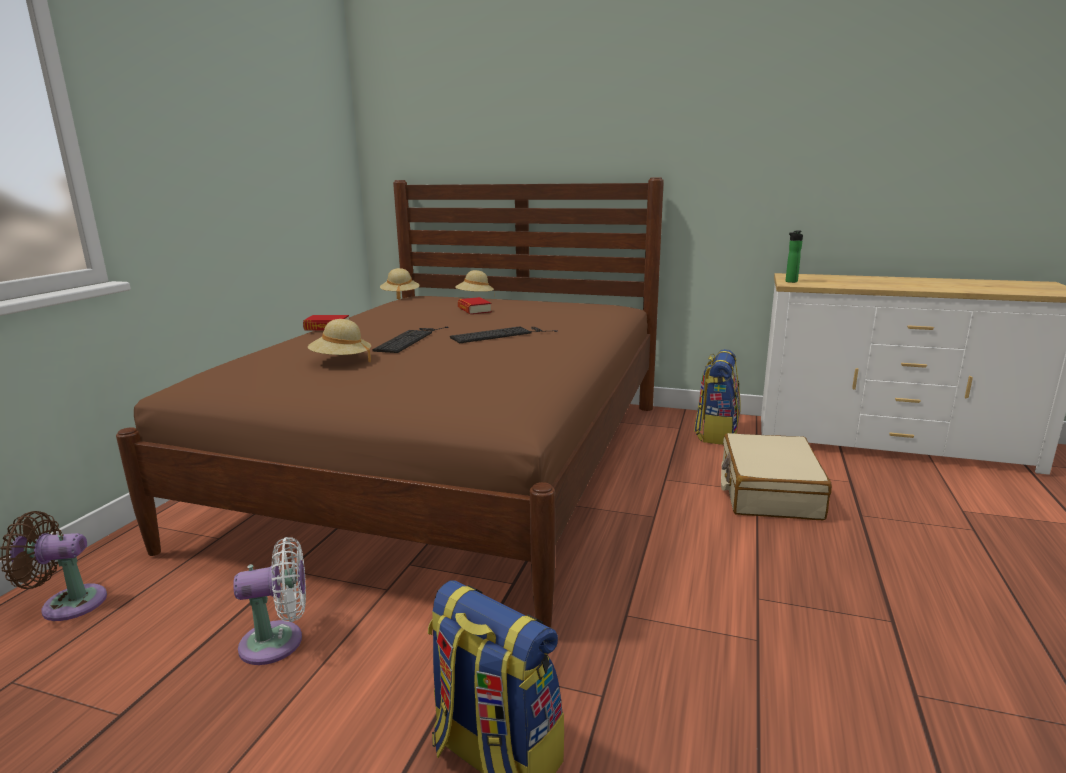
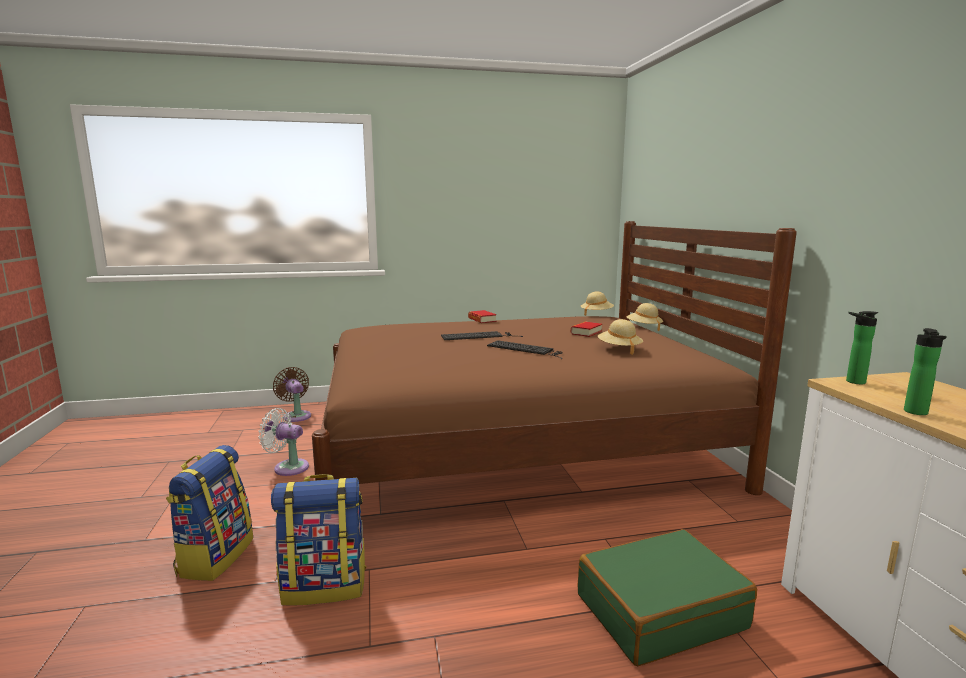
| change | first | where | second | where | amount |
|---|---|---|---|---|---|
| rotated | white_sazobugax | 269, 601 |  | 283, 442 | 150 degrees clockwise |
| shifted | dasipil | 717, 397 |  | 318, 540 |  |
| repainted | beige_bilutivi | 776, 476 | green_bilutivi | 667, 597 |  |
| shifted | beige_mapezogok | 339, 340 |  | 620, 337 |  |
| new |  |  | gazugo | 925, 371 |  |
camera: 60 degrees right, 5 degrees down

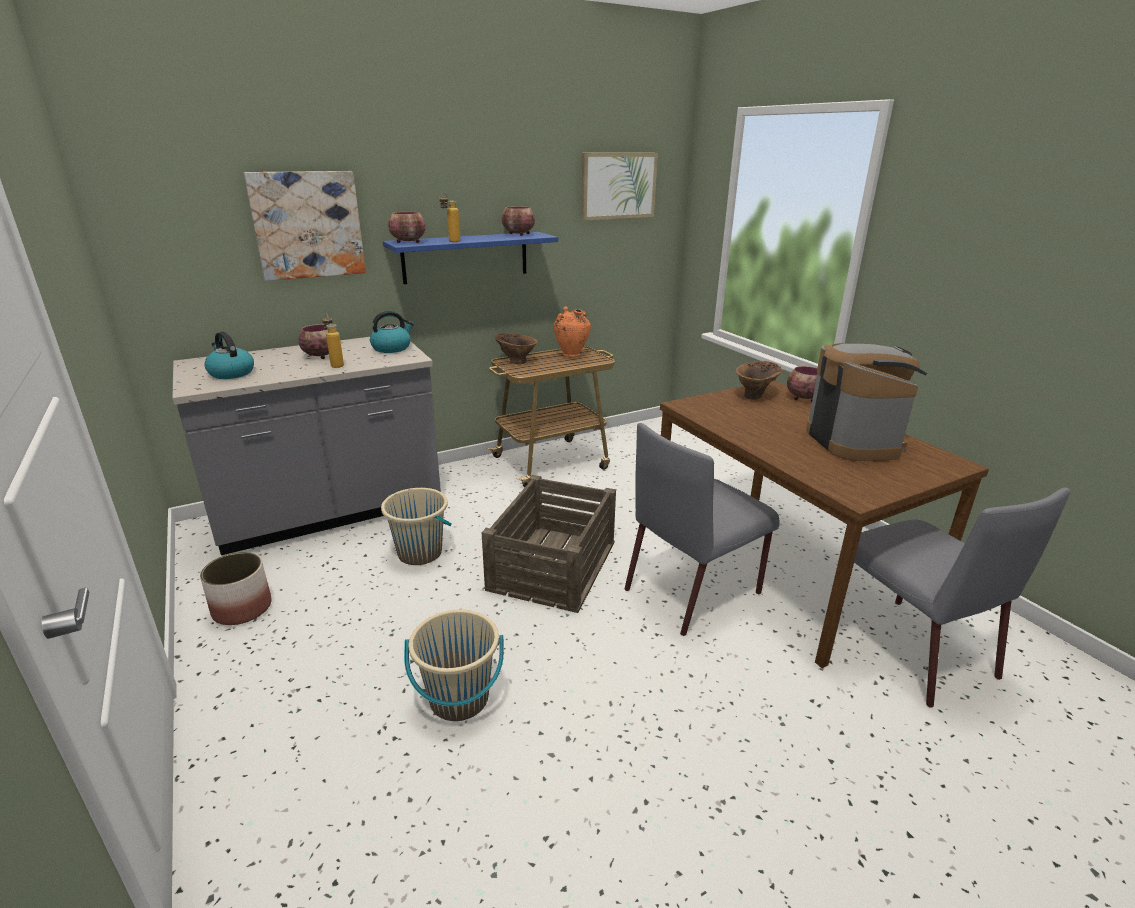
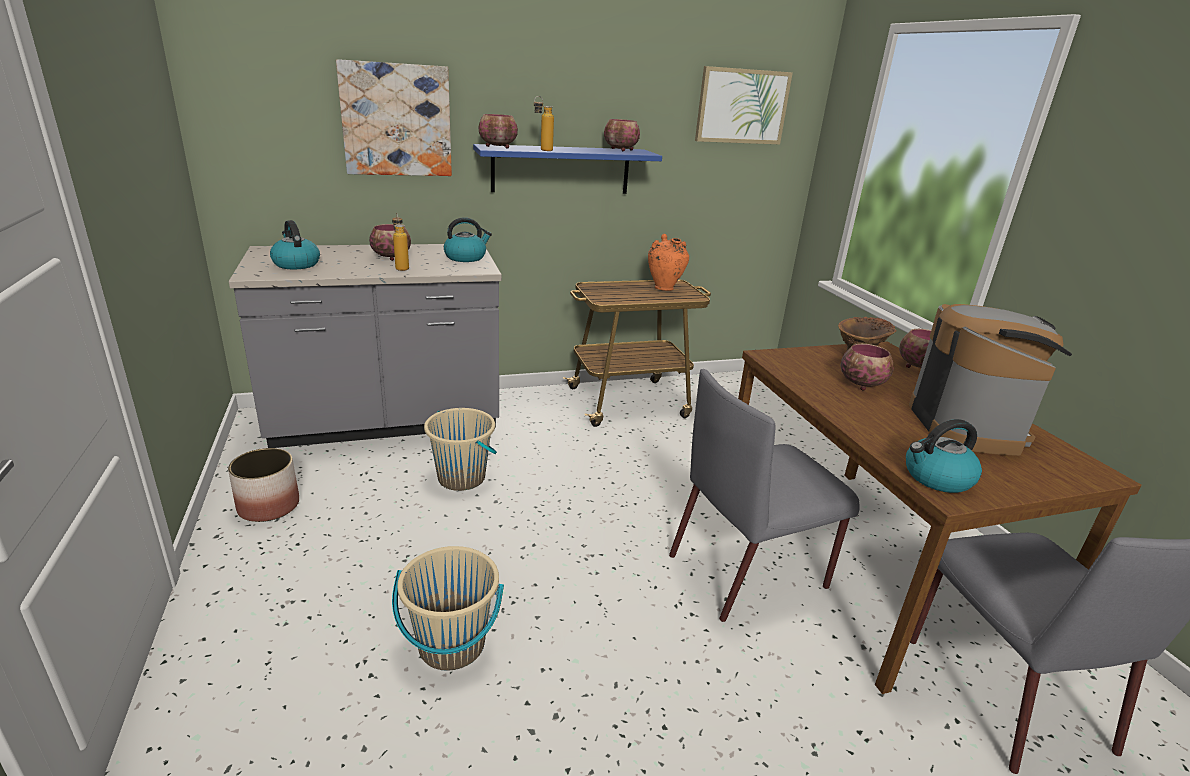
| change | first | where | second | where | amount |
|---|---|---|---|---|---|
| new |  |  | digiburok | 866, 367 |  |
| new |  |  | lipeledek | 944, 456 |  |
| gone | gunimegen | 549, 544 |  |  |  |
| gone | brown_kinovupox | 515, 348 |  |  |  |
camera: 10 degrees right, 0 degrees up

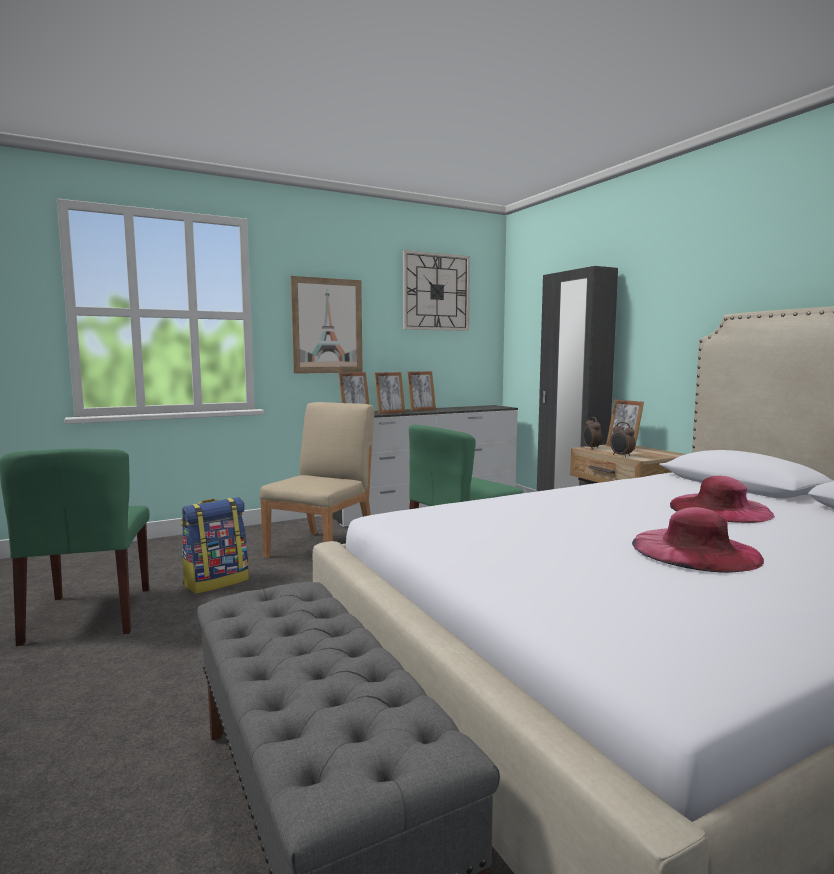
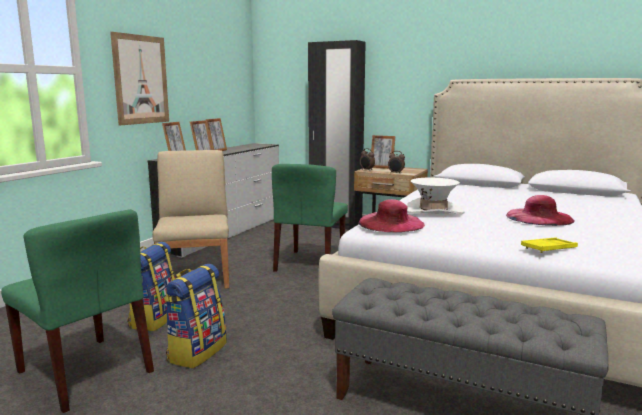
| change | first | where | second | where | amount |
|---|---|---|---|---|---|
| new |  |  | dasipil | 195, 316 |  |
| shifted | pink_mapezogok | 722, 499 |  | 392, 215 |  |
| new |  |  | white_mapezogok | 435, 196 |  |
| new |  |  | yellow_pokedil | 549, 245 |  |
| gone | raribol | 436, 290 |  |  |  |
camera: 35 degrees left, 5 degrees up

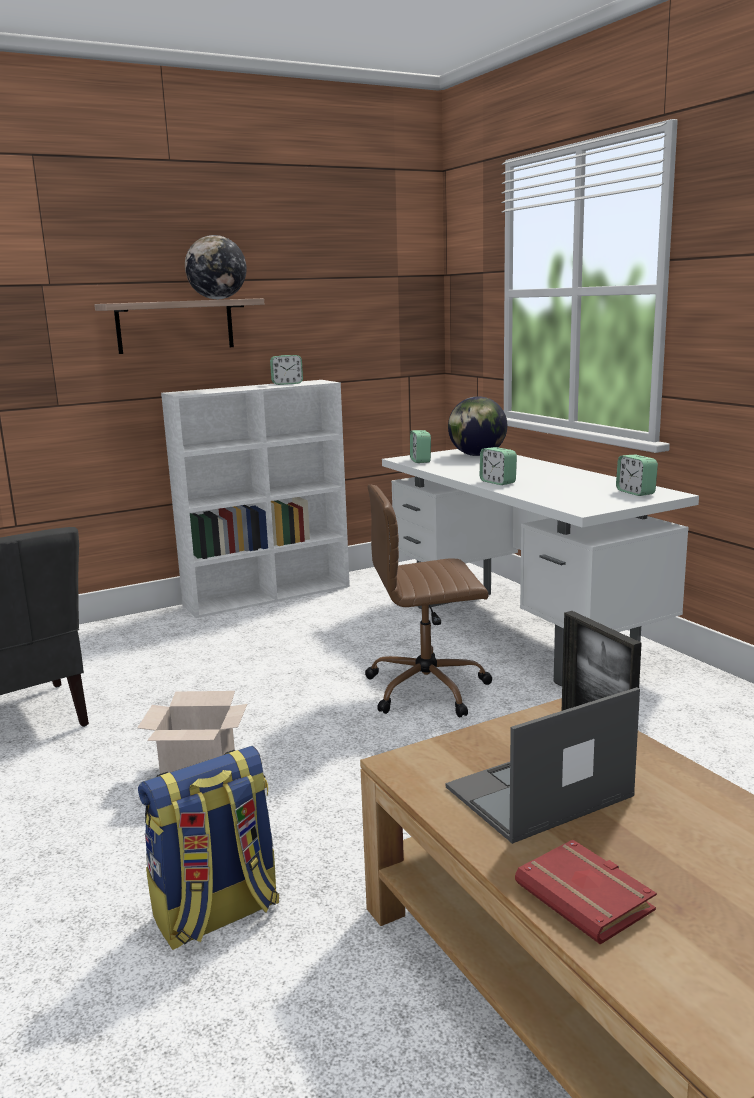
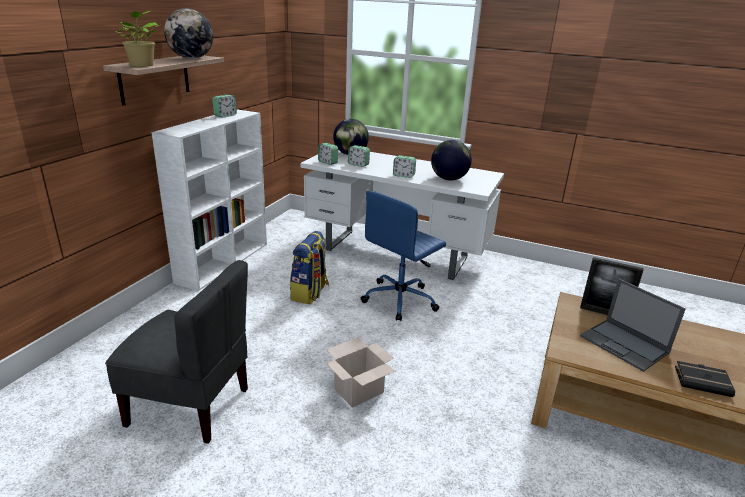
| change | first | where | second | where | amount |
|---|---|---|---|---|---|
| new |  |  | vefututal | 137, 38 |  |
| shifted | dasipil | 208, 848 |  | 309, 267 |  |
| shifted | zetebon | 637, 475 |  | 359, 156 |  |
| repainted | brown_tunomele | 428, 601 | blue_tunomele | 403, 256 |  |
| new |  |  | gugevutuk | 451, 160 |  |
| rotated | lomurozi | 543, 765 |  | 633, 325 | 60 degrees counterclockwise |
| repainted | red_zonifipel | 586, 892 | black_zonifipel | 705, 379 |  |
camera: 40 degrees left, 10 degrees up

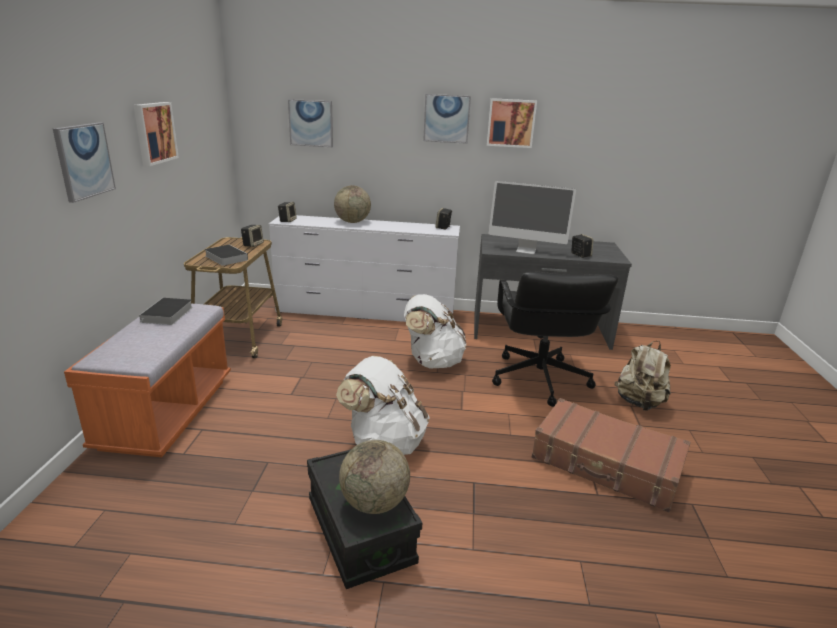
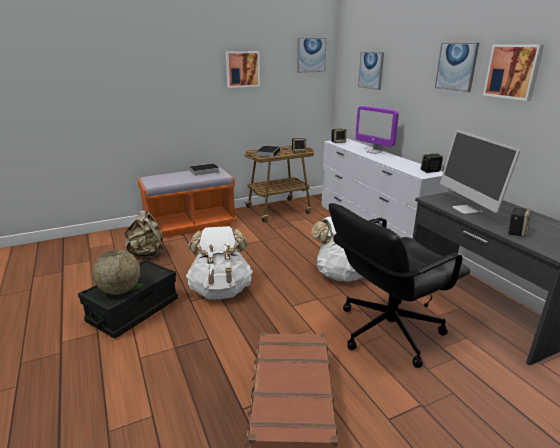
| change | first | where | second | where | amount |
|---|---|---|---|---|---|
| shifted | beige_dasipil | 643, 376 |  | 143, 233 |  |
| shifted | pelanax | 84, 162 |  | 312, 55 |  |
| swapped | gugevutuk | 352, 204 | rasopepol | 377, 130 |  |
camera: 60 degrees right, 0 degrees up

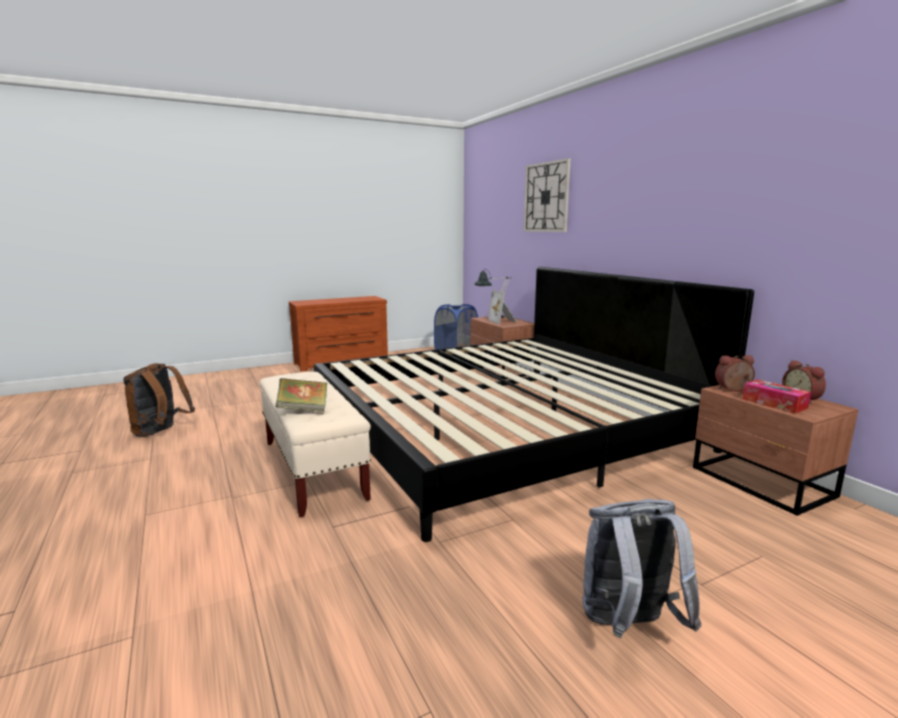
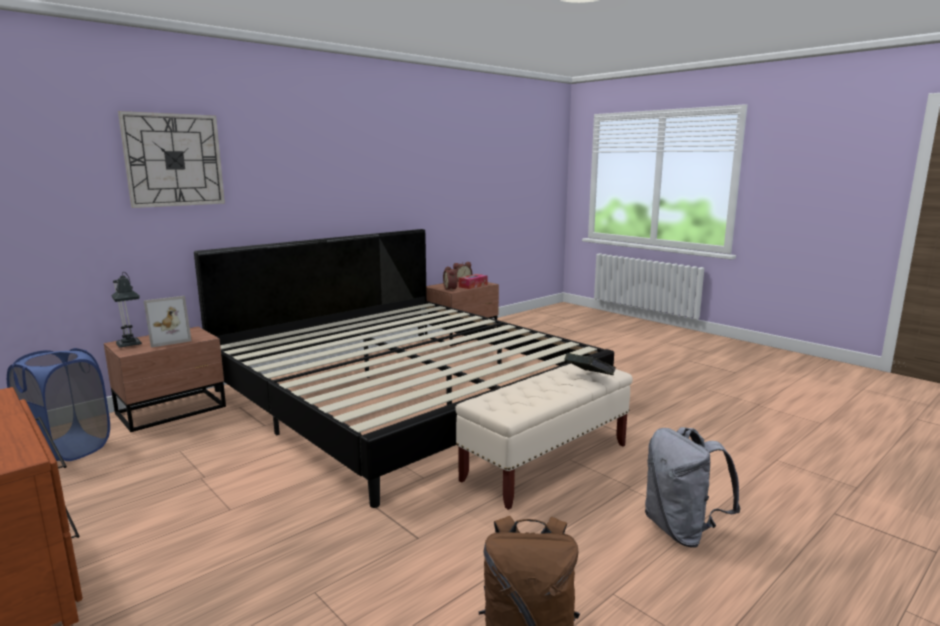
| change | first | where | second | where | amount |
|---|---|---|---|---|---|
| shifted | grey_dasipil | 642, 568 |  | 693, 487 |  |
camera: 105 degrees left, 0 degrees up

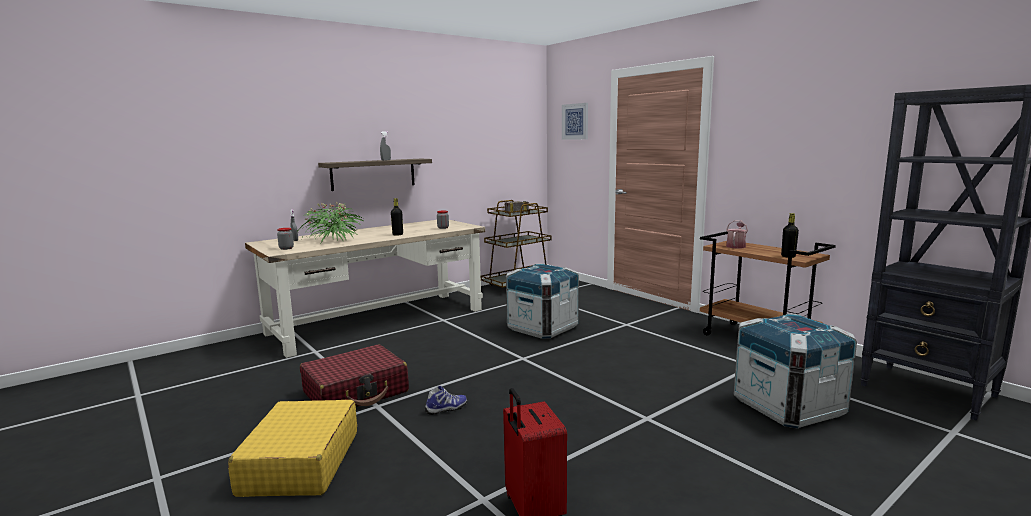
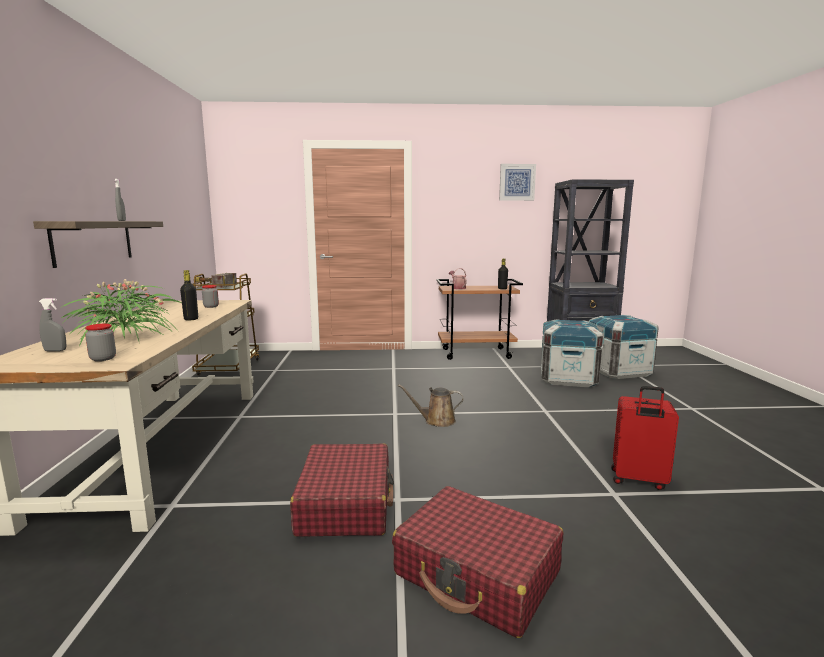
| change | first | where | second | where | amount |
|---|---|---|---|---|---|
| repainted | yellow_bilutivi | 292, 448 | red_bilutivi | 477, 562 |  |
| new |  |  | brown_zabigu | 431, 405 |  |
| shifted | pelanax | 575, 121 |  | 517, 182 |  |
| shifted | gunimegen | 542, 301 |  | 624, 347 |  |
| gone | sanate | 446, 400 |  |  |  |
camera: 55 degrees left, 0 degrees up

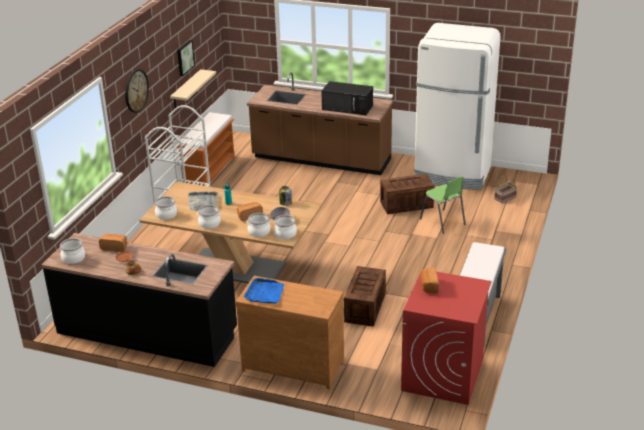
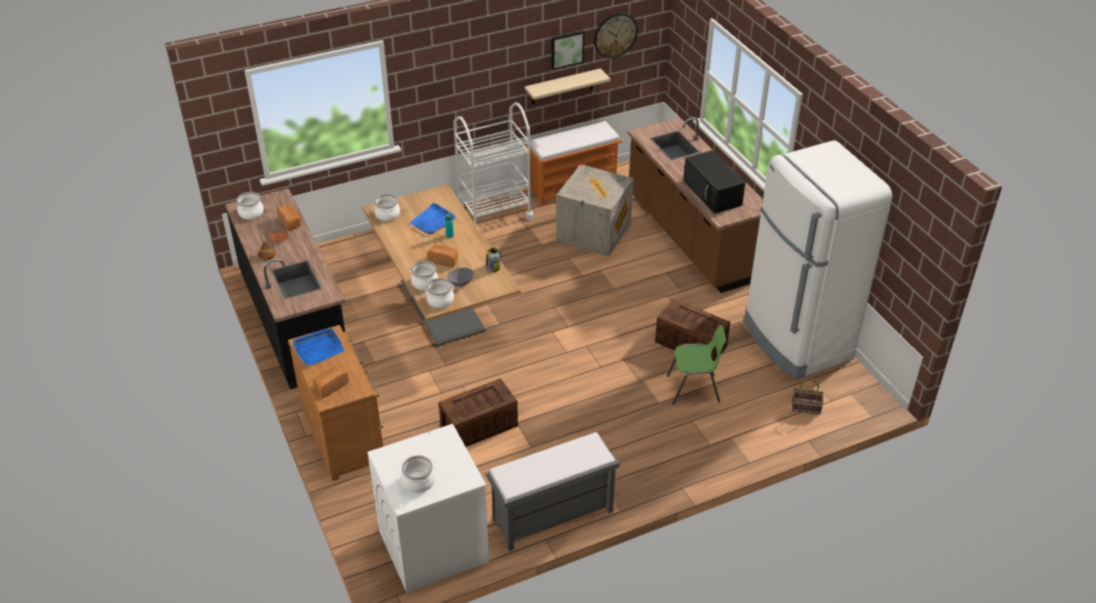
| change | first | where | second | where | amount |
|---|---|---|---|---|---|
| shifted | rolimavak | 429, 280 |  | 331, 382 |  |
| repainted | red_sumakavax | 446, 338 | white_sumakavax | 428, 508 |  |
| shifted | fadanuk | 209, 217 |  | 418, 474 |  |
| repainted | grey_pokedil | 203, 201 | blue_pokedil | 432, 219 |  |
| new |  |  | gunimegen | 595, 210 |  |
| shifted | raribol | 137, 91 |  | 616, 35 |  |
| rotated | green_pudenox | 443, 205 |  | 696, 365 | 105 degrees counterclockwise |
camera: 45 degrees right, 10 degrees up

